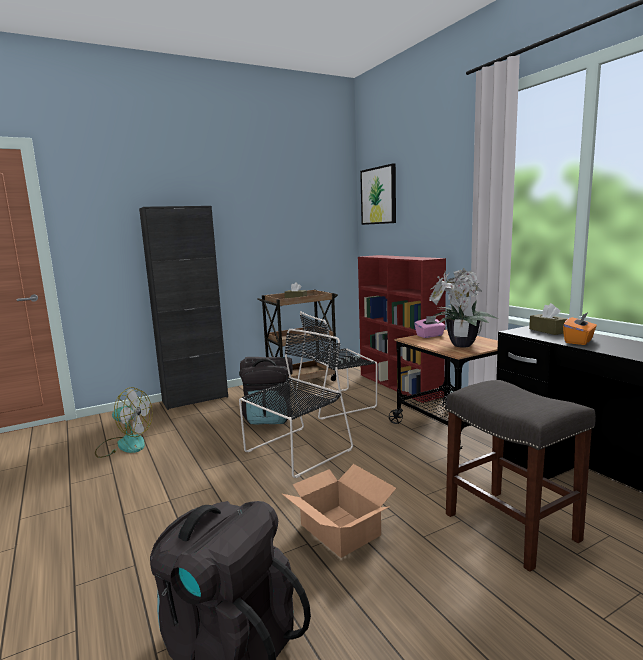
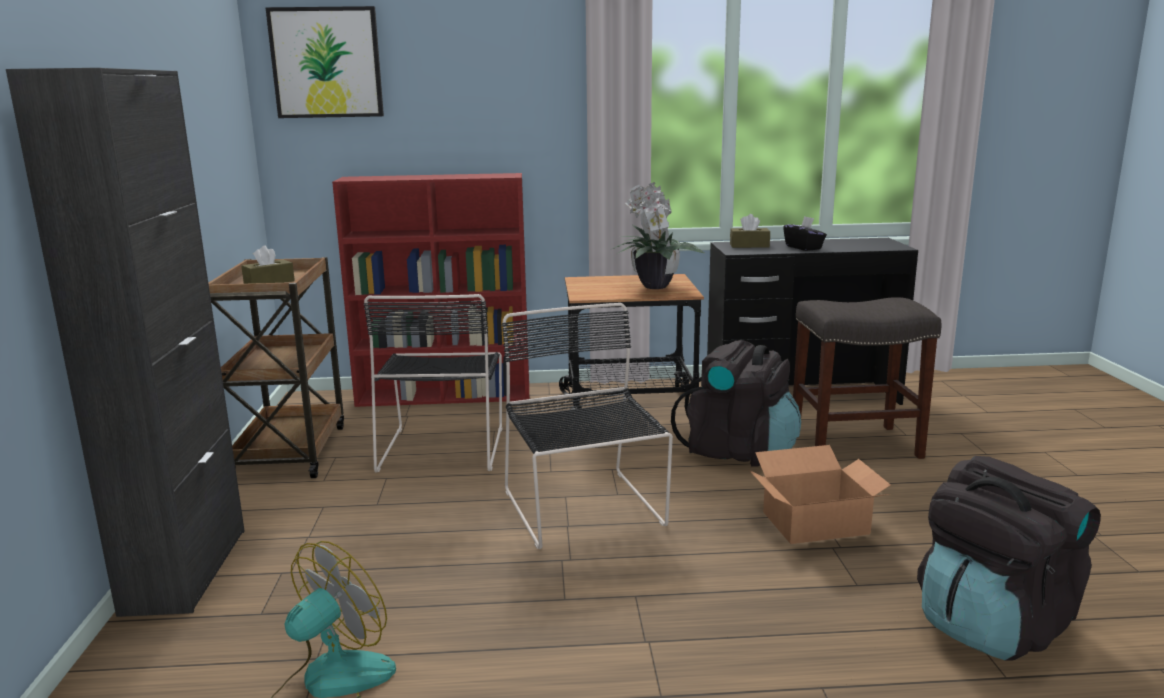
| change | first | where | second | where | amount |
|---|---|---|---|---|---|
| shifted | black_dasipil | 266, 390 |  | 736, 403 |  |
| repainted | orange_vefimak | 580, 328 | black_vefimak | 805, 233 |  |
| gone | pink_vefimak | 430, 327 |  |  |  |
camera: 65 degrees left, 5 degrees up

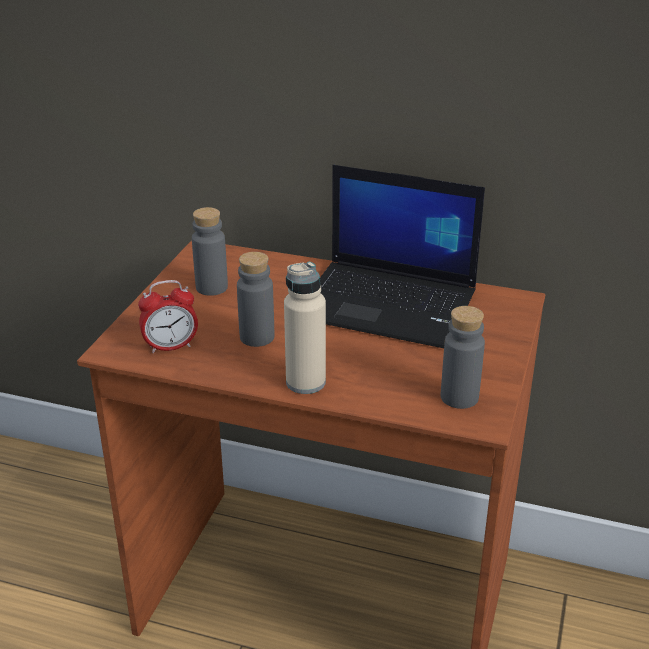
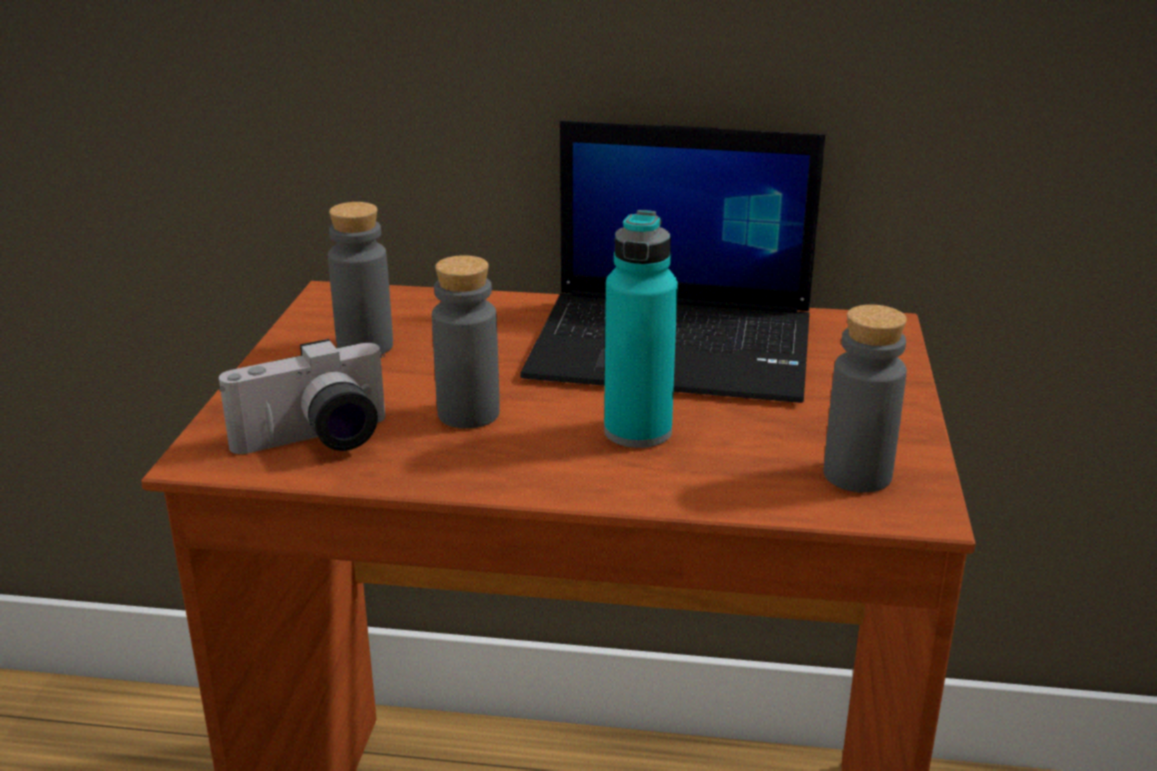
| change | first | where | second | where | amount |
|---|---|---|---|---|---|
| swapped | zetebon | 168, 316 | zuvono | 302, 396 |  |
| new |  |  | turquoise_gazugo | 641, 329 |  |
| gone | beige_gazugo | 305, 328 |  |  |  |
camera: 10 degrees left, 5 degrees down

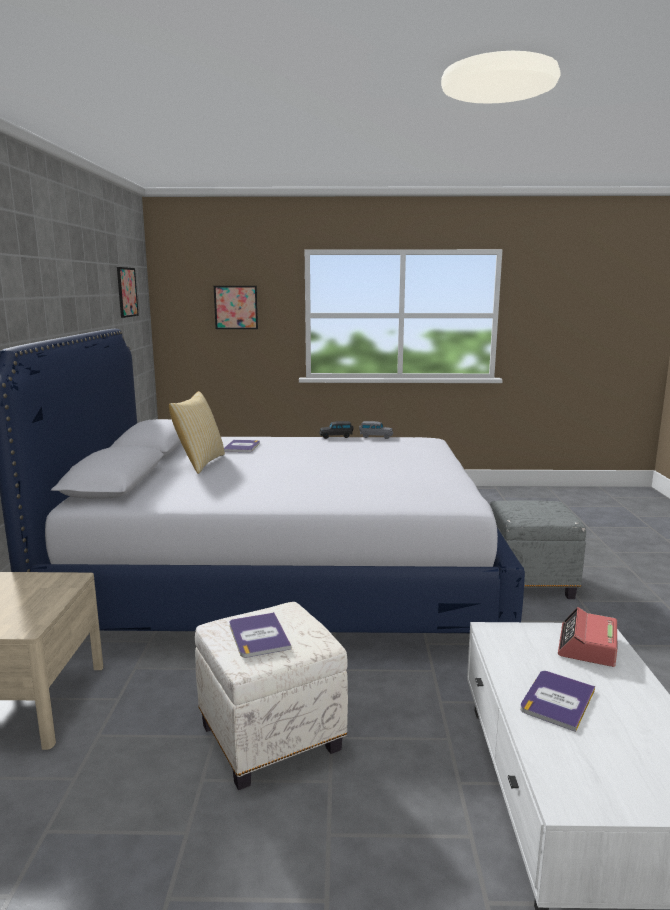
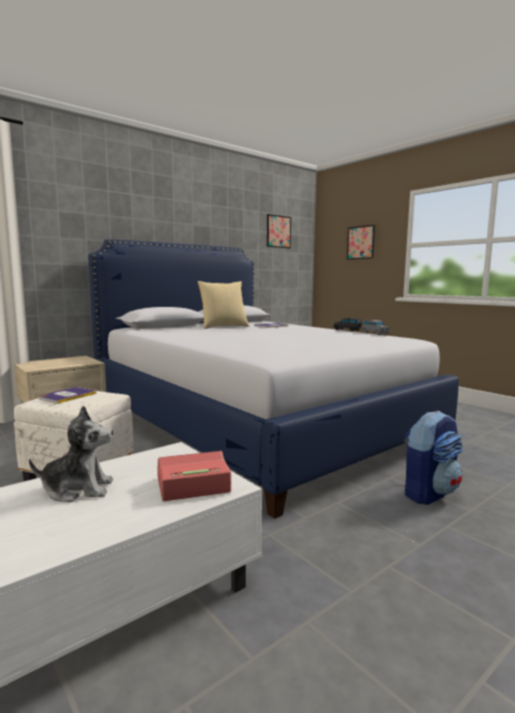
| change | first | where | second | where | amount |
|---|---|---|---|---|---|
| swapped | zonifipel | 557, 701 | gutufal | 71, 453 |  |
| swapped | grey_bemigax | 538, 549 | dasipil | 433, 458 |  |
camera: 50 degrees right, 5 degrees down

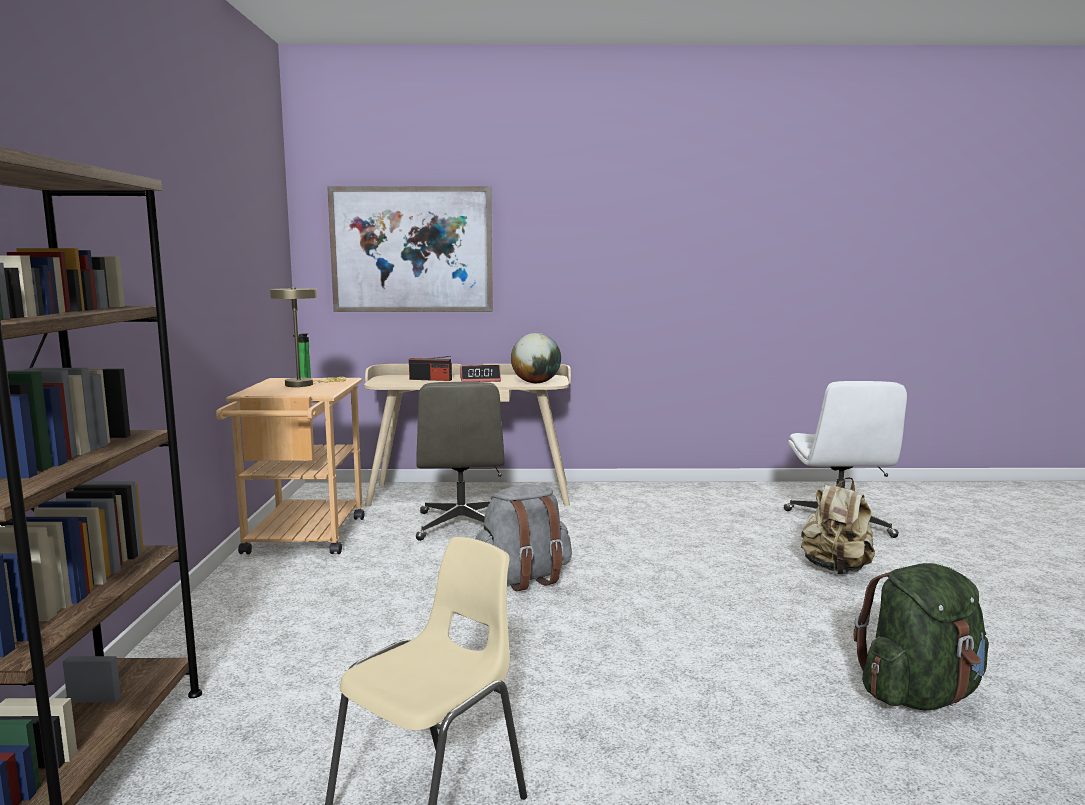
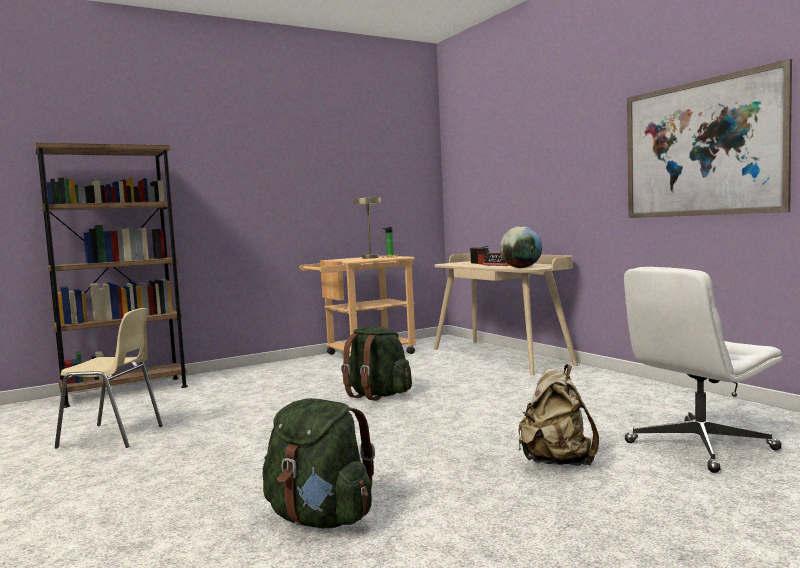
| change | first | where | second | where | amount |
|---|---|---|---|---|---|
| repainted | grey_dasipil | 523, 537 | green_dasipil | 376, 363 |  |
| shifted | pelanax | 410, 249 |  | 709, 138 |  |
| gone | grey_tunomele | 460, 461 |  |  |  |
camera: 60 degrees right, 5 degrees down

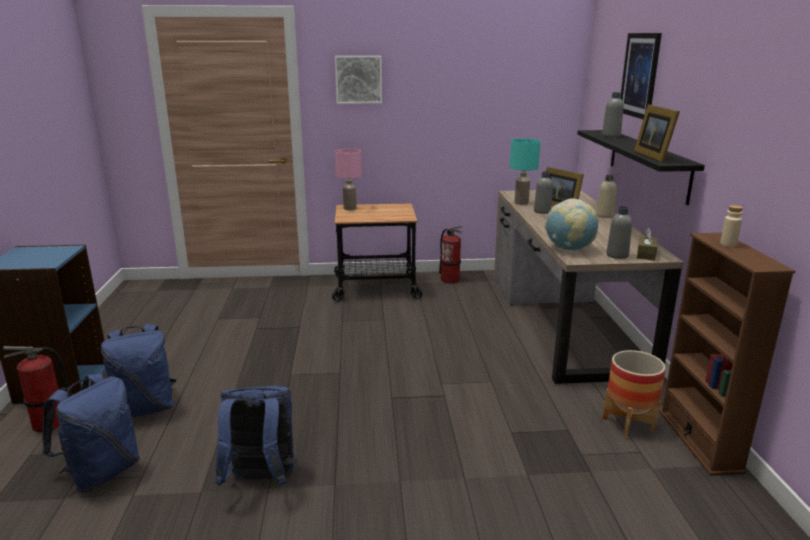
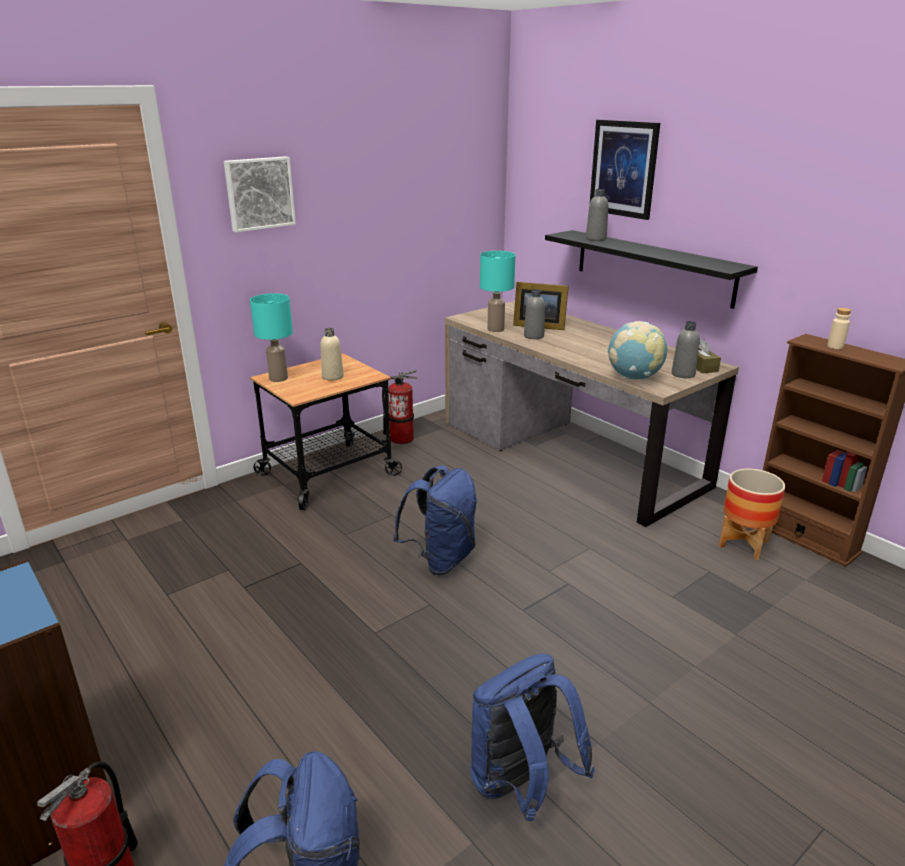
| change | first | where | second | where | amount |
|---|---|---|---|---|---|
| repainted | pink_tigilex | 348, 179 | turquoise_tigilex | 271, 337 |  |
| shifted | beige_gazugo | 606, 196 |  | 332, 354 |  |
| shifted | blue_dasipil | 138, 370 |  | 435, 520 |  |
| gone | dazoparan | 657, 133 |  |  |  |
camera: 35 degrees left, 5 degrees up

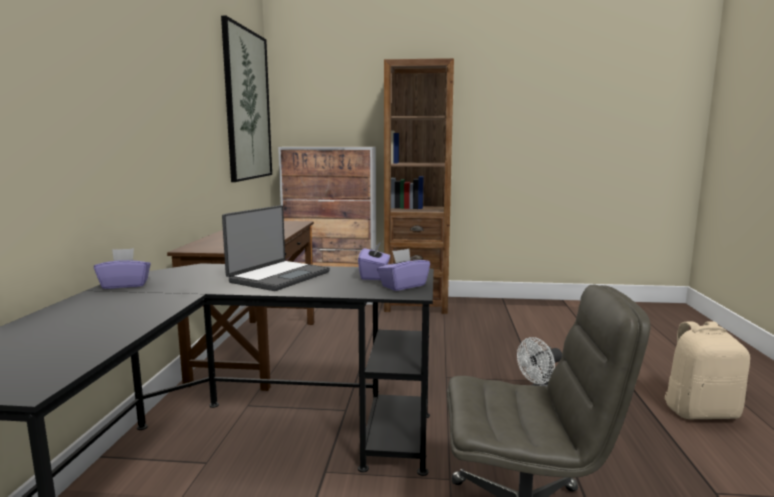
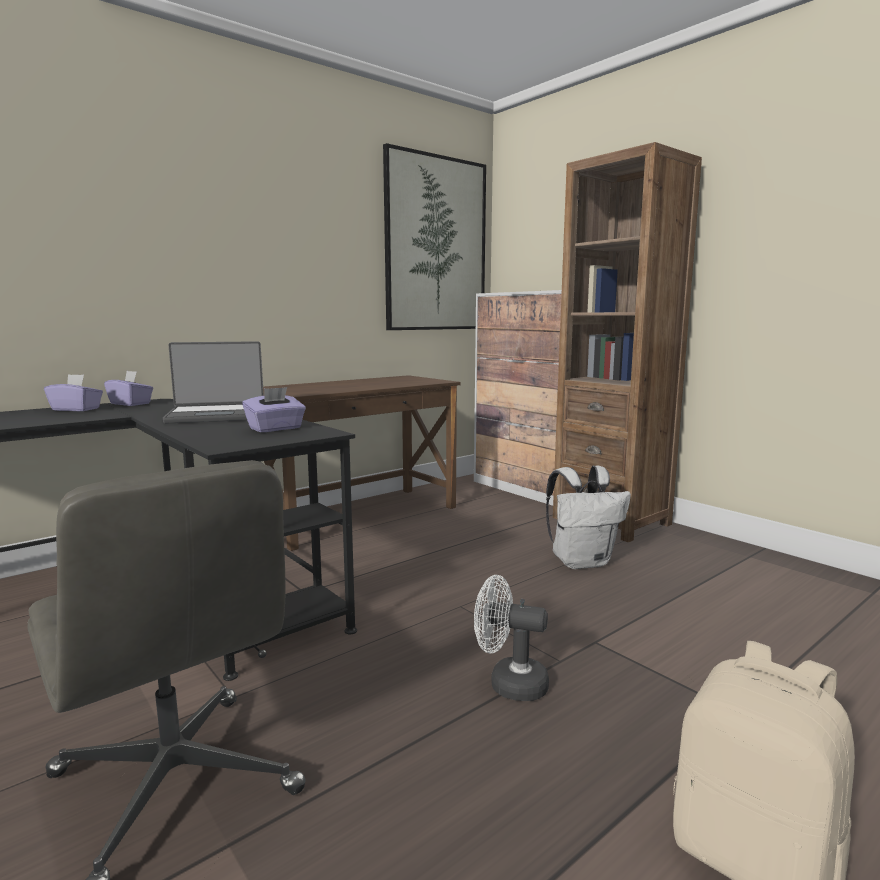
| change | first | where | second | where | amount |
|---|---|---|---|---|---|
| shifted | purple_vefimak | 403, 270 |  | 73, 392 |  |
| new |  |  | white_dasipil | 588, 517 |  |
camera: 45 degrees right, 0 degrees up

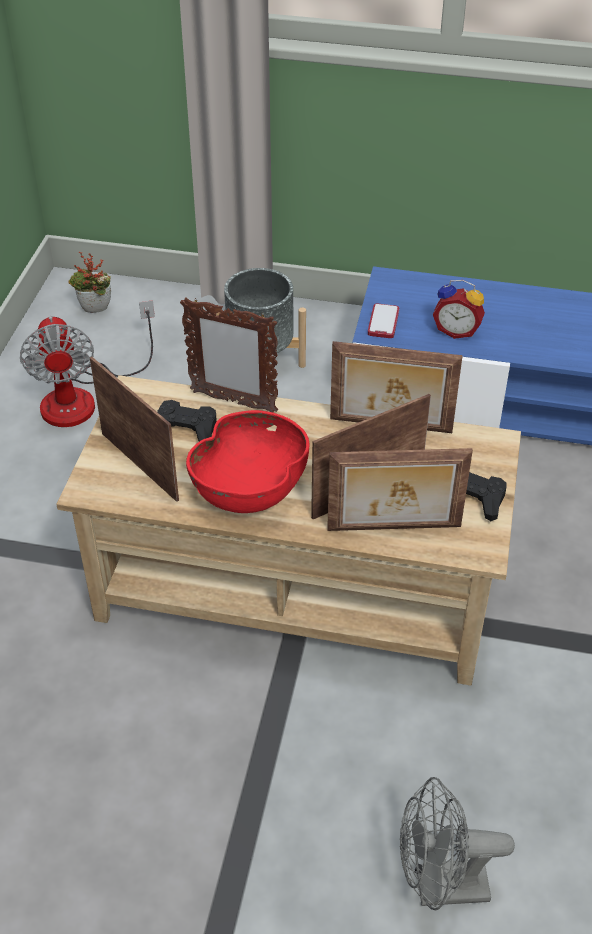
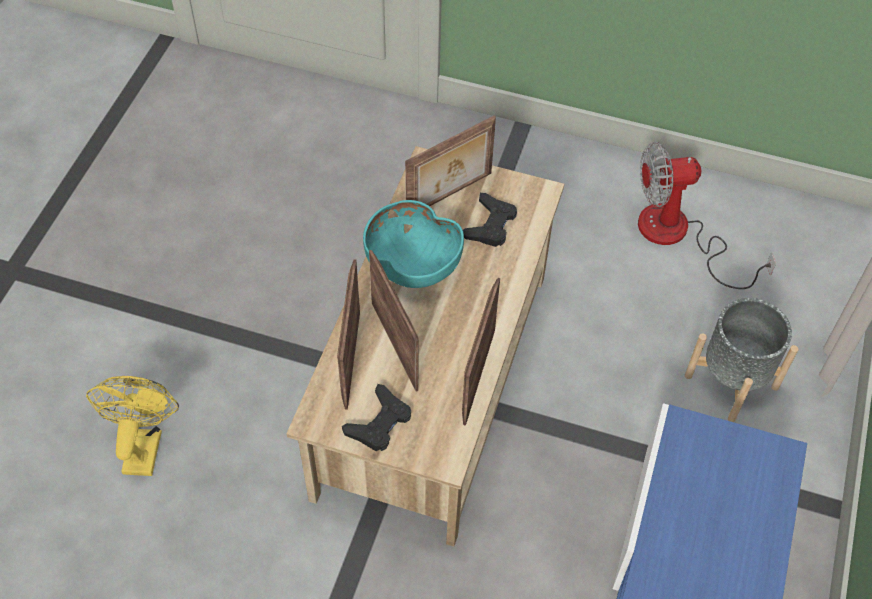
| change | first | where | second | where | amount |
|---|---|---|---|---|---|
| repainted | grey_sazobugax | 457, 843 | yellow_sazobugax | 132, 426 |  |
| repainted | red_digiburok | 247, 461 | turquoise_digiburok | 413, 244 |  |
| gone | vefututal | 89, 282 |  |  |  |
| gone | dazoparan | 229, 355 |  |  |  |
| gone | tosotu | 383, 321 |  |  |  |
| gone | zetebon | 459, 309 |  |  |  |
camera: 95 degrees right, 10 degrees up

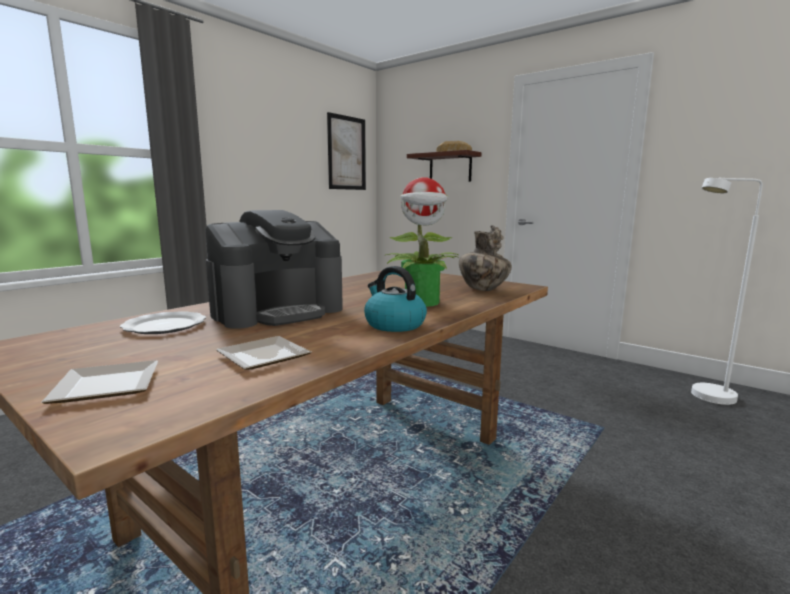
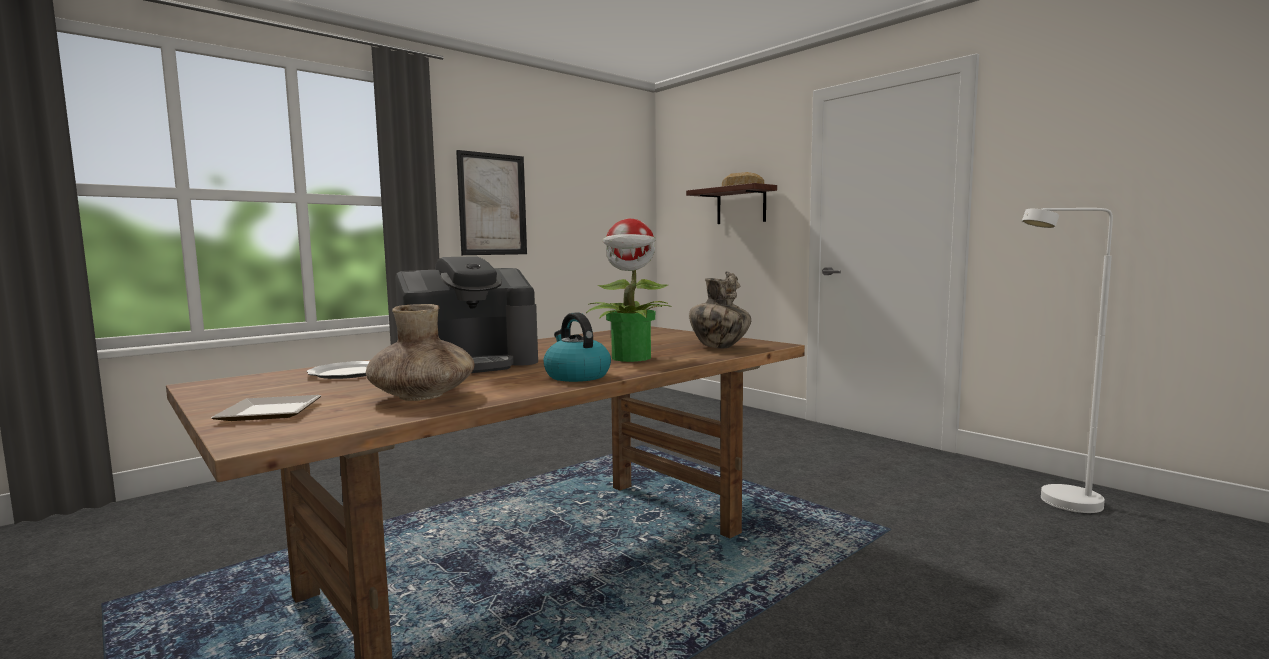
| change | first | where | second | where | amount |
|---|---|---|---|---|---|
| swapped | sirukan | 263, 353 | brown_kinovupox | 420, 352 |  |
| shifted | pelanax | 346, 151 |  | 491, 202 |  |
camera: 10 degrees right, 5 degrees down

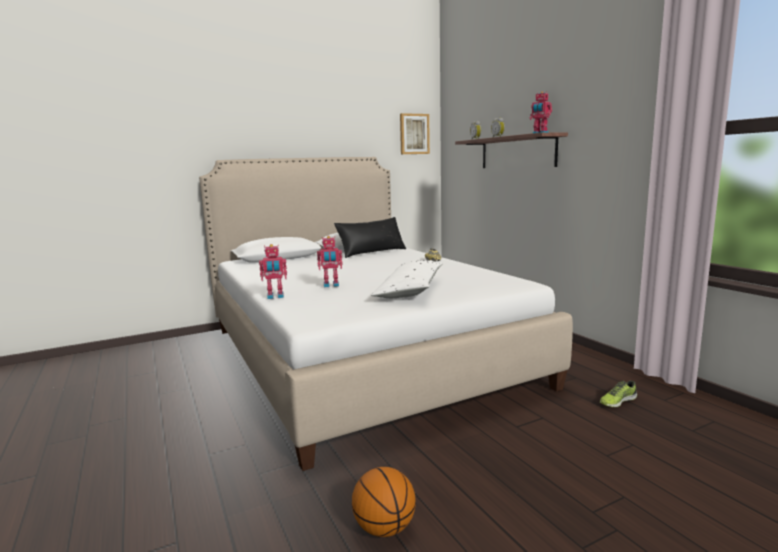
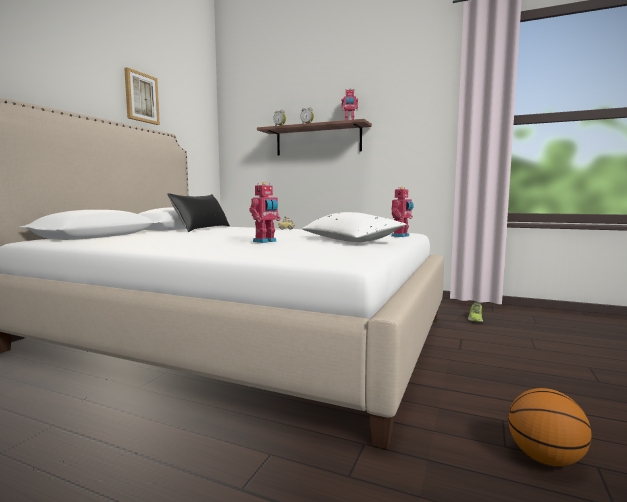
| change | first | where | second | where | amount |
|---|---|---|---|---|---|
| shifted | pelanax | 415, 133 |  | 142, 96 |  |
| shifted | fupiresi | 273, 271 |  | 402, 212 |  |
camera: 40 degrees left, 5 degrees down

